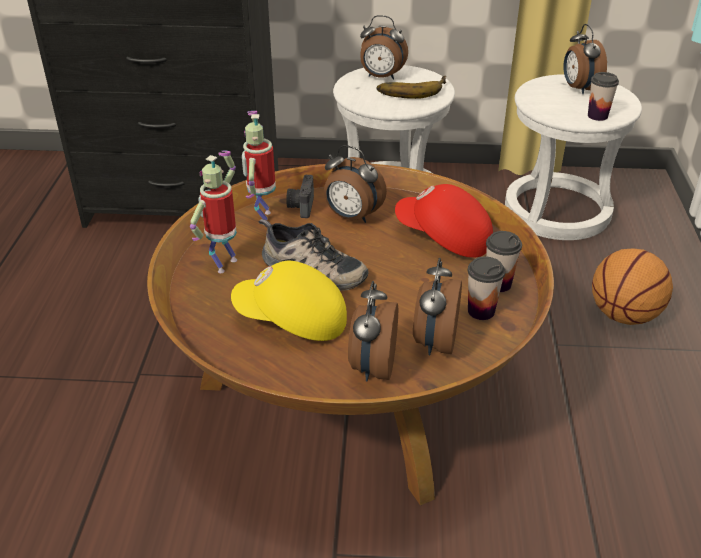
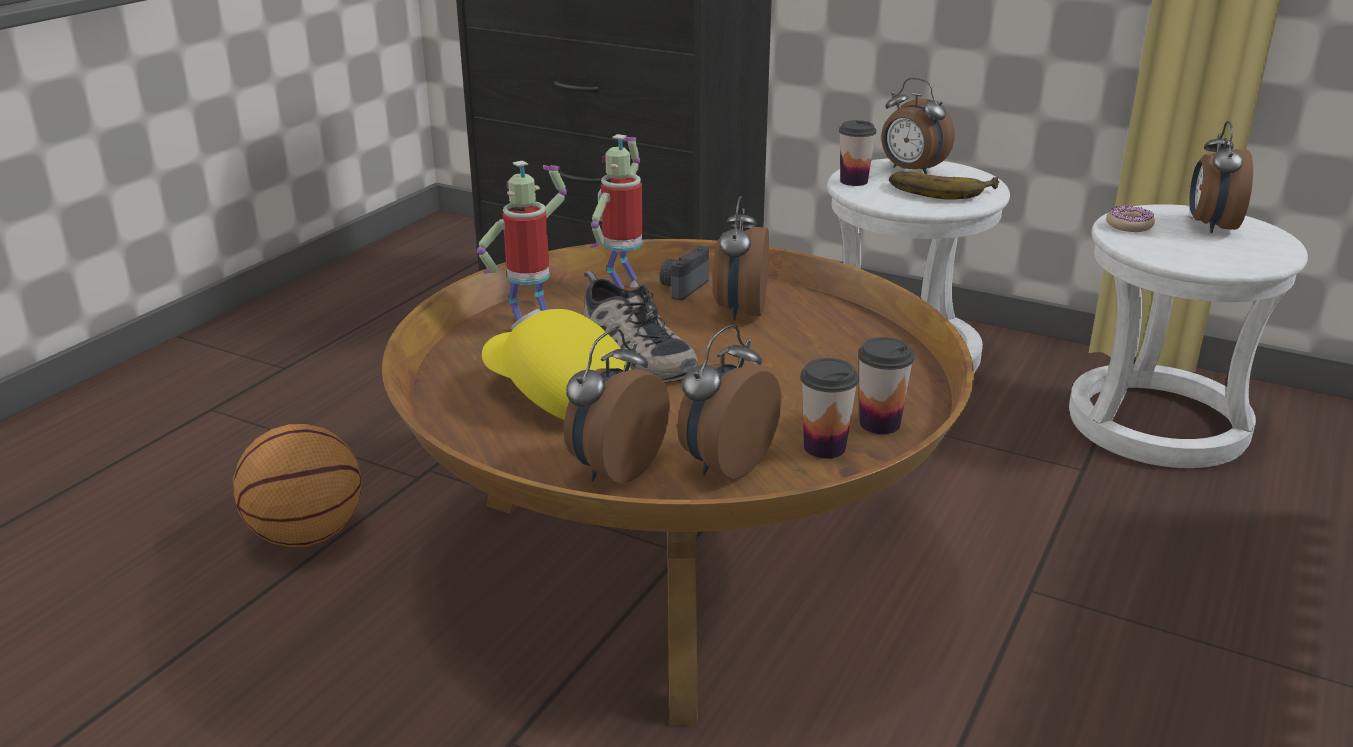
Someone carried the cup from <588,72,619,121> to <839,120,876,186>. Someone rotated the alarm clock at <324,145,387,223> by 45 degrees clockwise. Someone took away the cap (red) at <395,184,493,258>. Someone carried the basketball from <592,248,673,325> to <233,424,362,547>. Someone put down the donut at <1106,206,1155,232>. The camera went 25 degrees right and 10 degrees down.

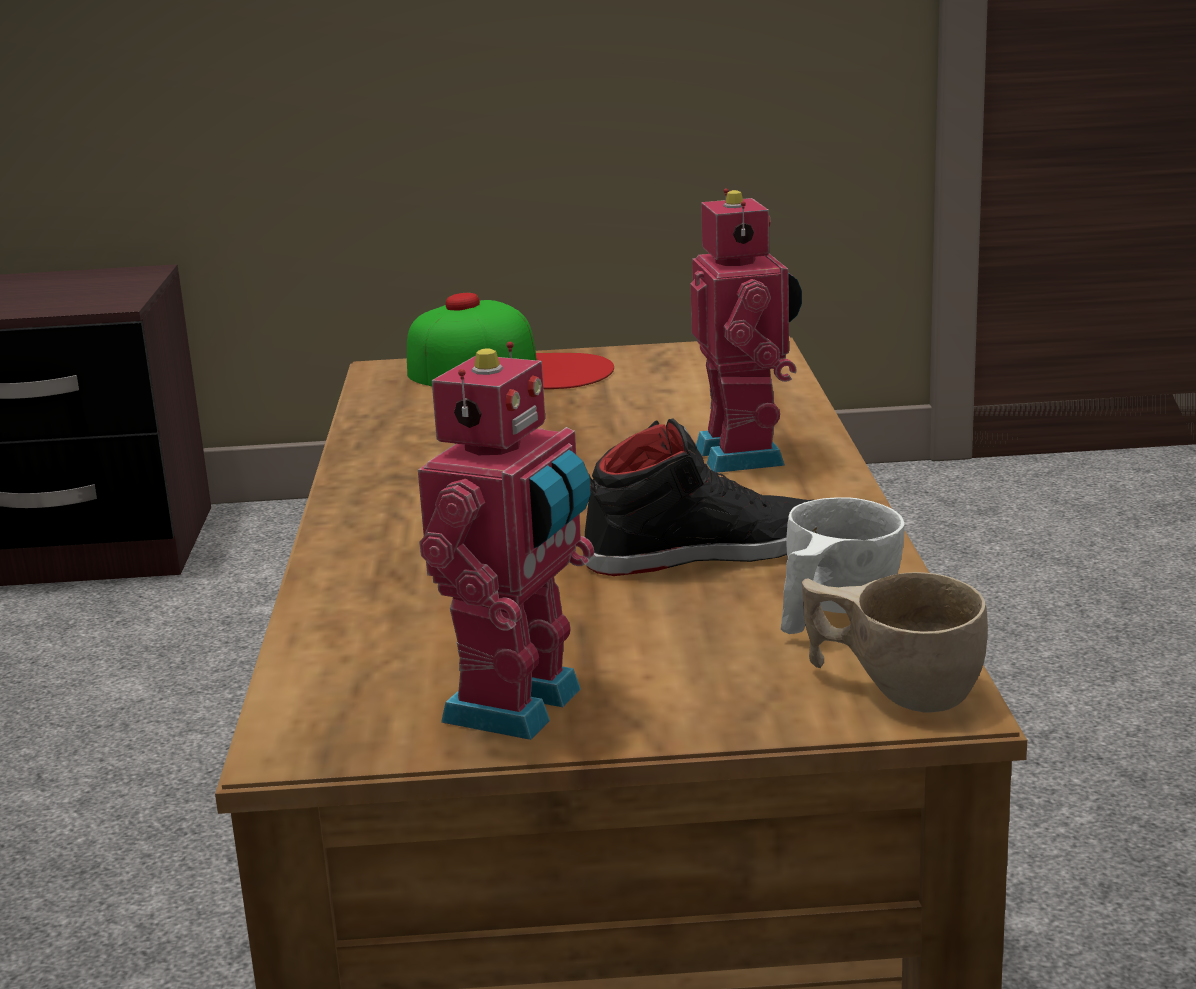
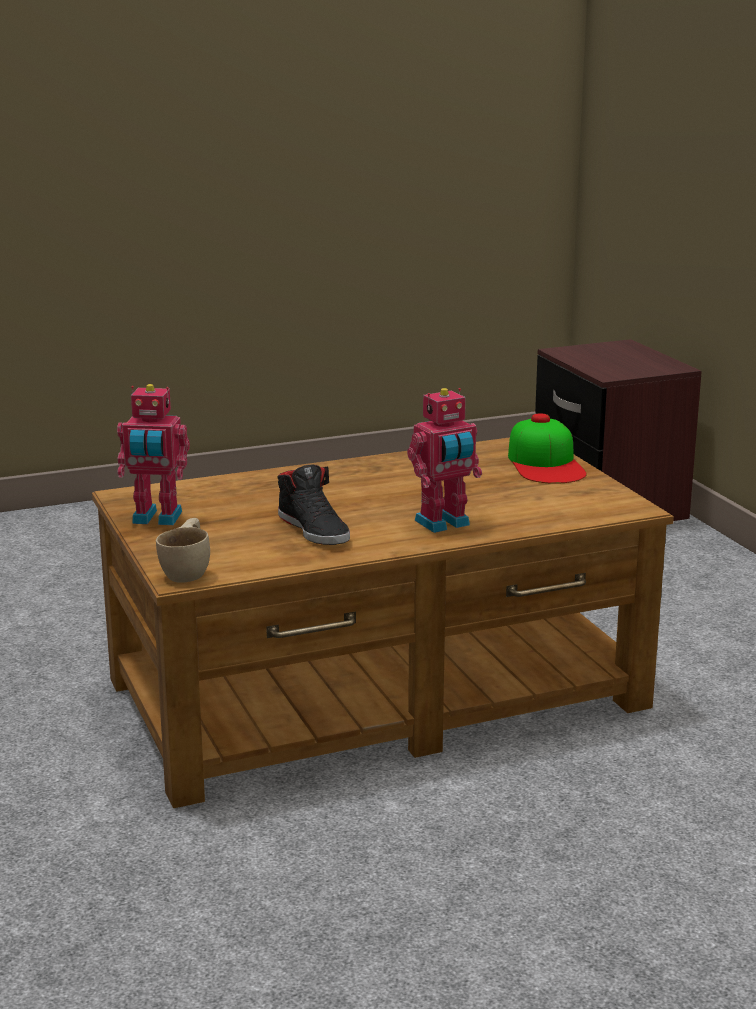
Someone took away the cup (white) at <781,497,904,634>. The camera went 70 degrees right and 0 degrees up.

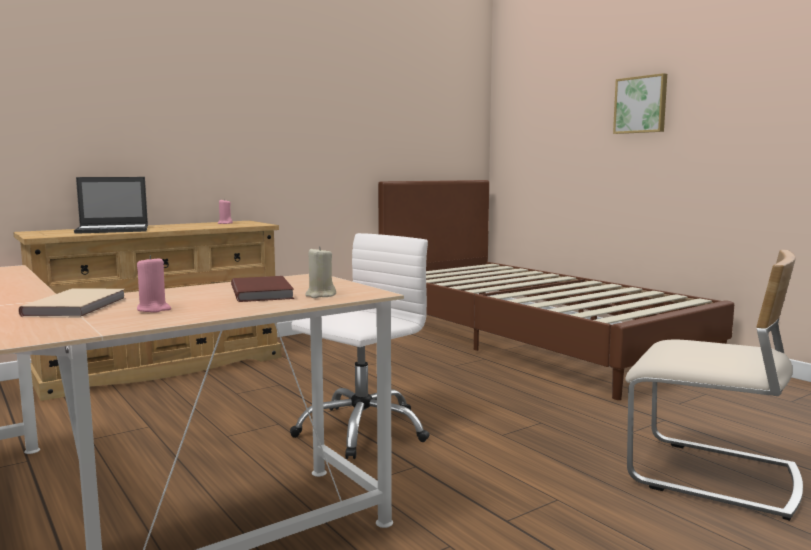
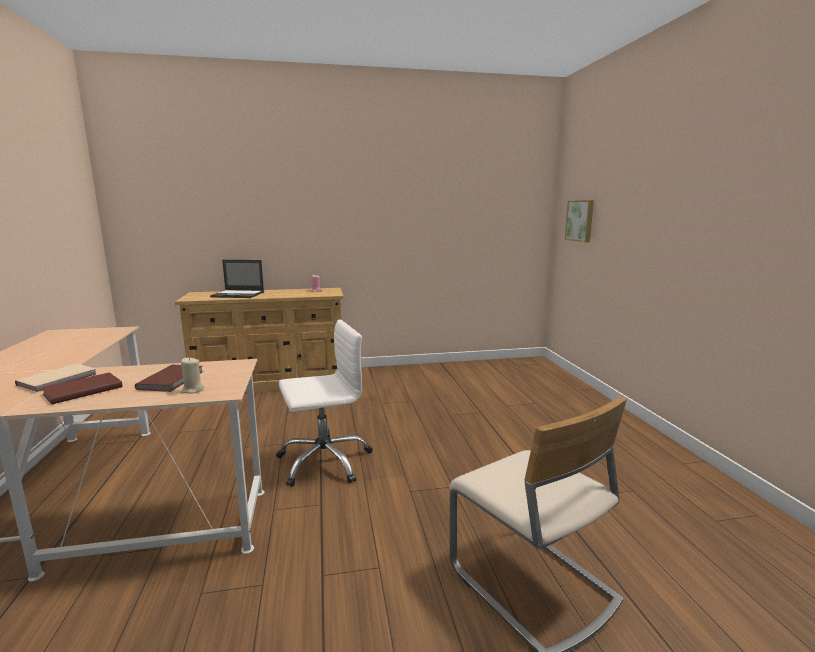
Someone carried the picture from <613,73,667,134> to <565,200,594,242>. Someone took away the bed (brown) at <378,180,734,400>. Someone swapped the candle (pink) at <137,255,171,313> for the book (brown) at <42,372,122,405>. The camera went 25 degrees right and 5 degrees up.

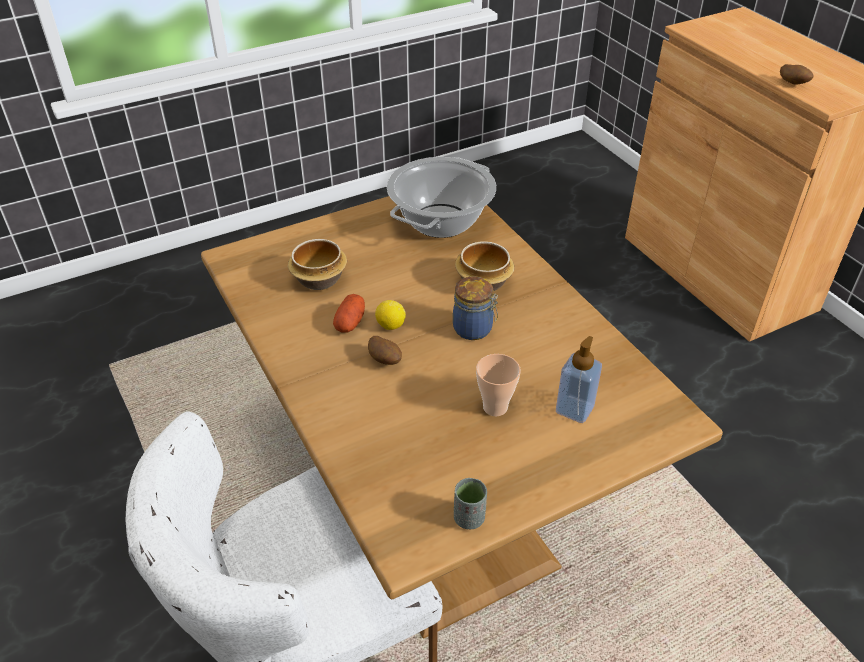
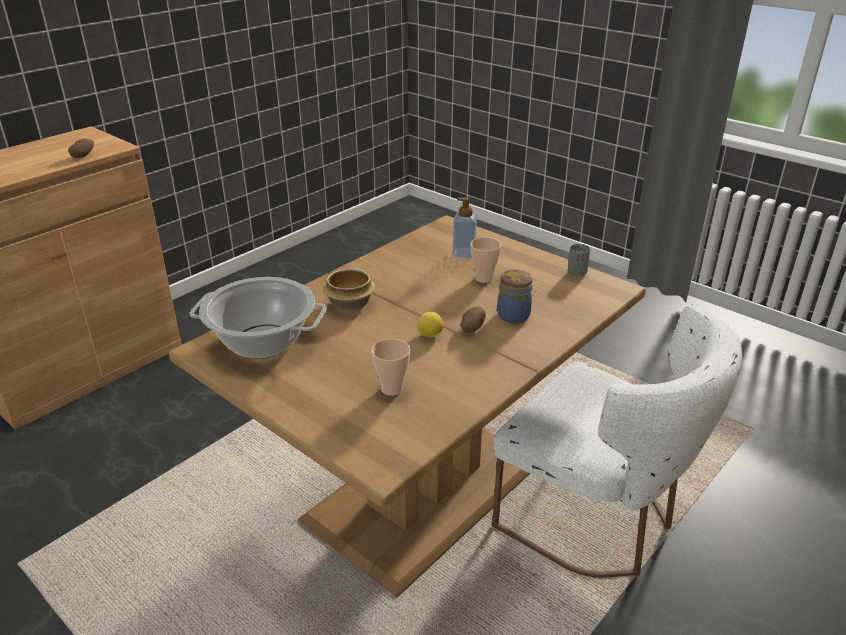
Someone swapped the bowl at <288,239,347,290> for the cup at <371,339,410,396>. Someone carried the jar from <453,276,498,340> to <497,269,533,324>. Someone took away the potato at <333,294,365,333>. The camera went 110 degrees left and 10 degrees down.

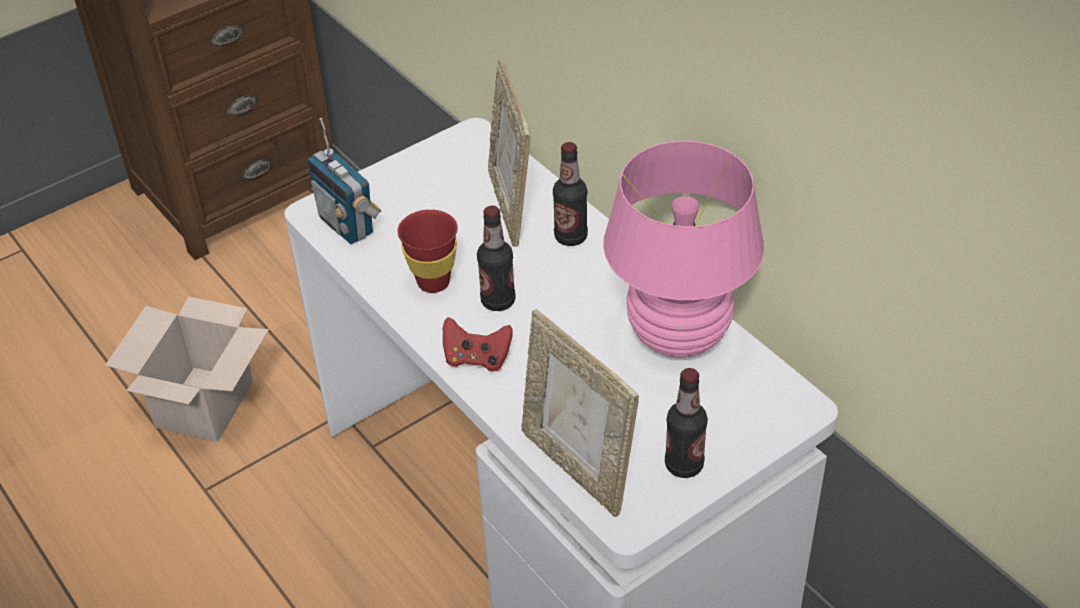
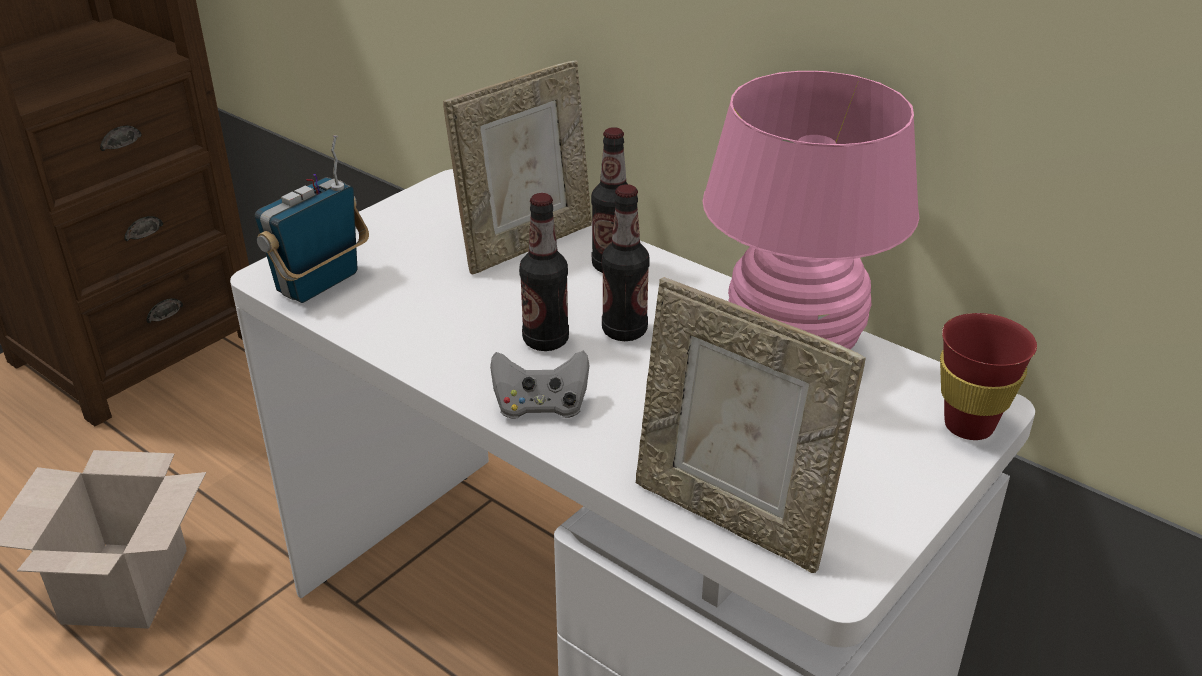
Someone rotated the picture frame at <488,59,530,247> by 105 degrees counterclockwise. Someone rotated the radio at <306,118,382,244> by 90 degrees clockwise. Someone carried the cup (red) from <397,209,458,293> to <940,313,1037,440>. Someone repainted the game controller (red) at <443,317,512,372>, which became the game controller (grey) at <490,351,590,419>. Someone carried the bottle from <665,368,708,478> to <602,184,650,341>. The camera went 15 degrees left and 10 degrees down.

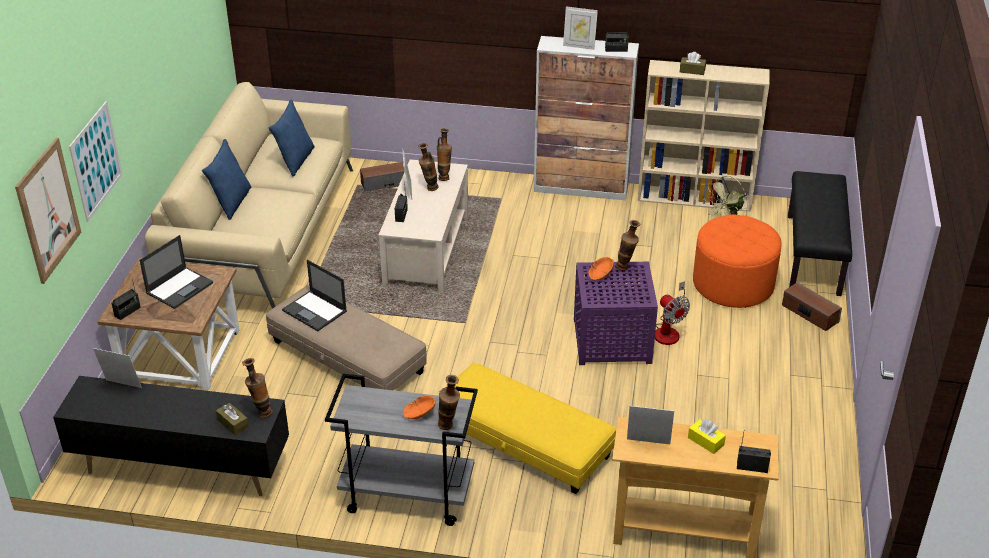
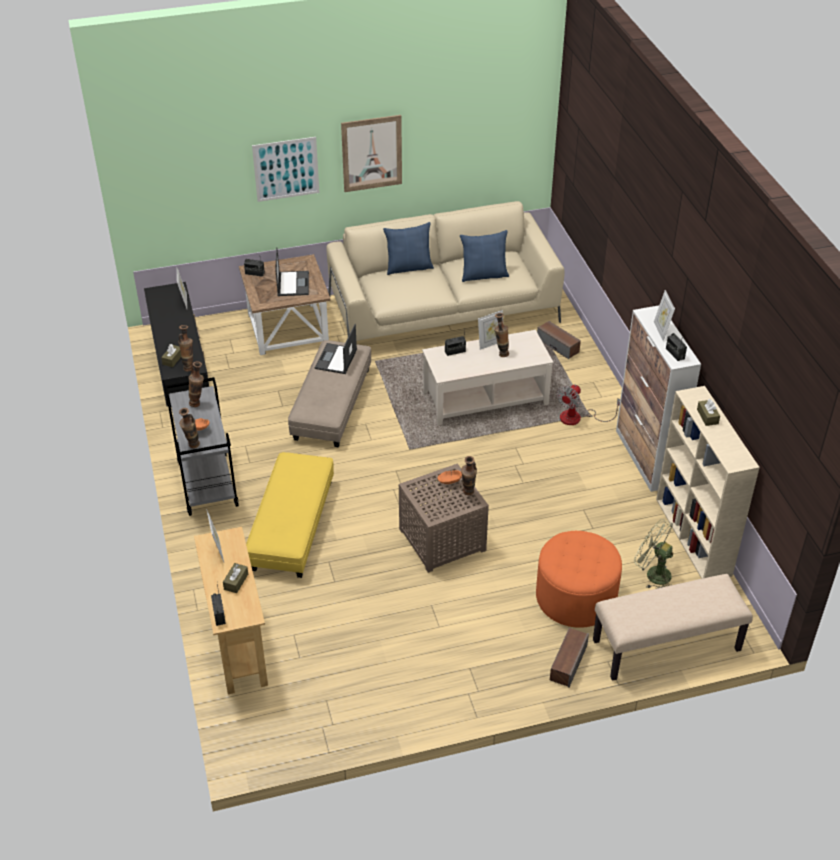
Someone carried the vase from <437,128,452,181> to <189,361,204,407>. Someone carried the picture from <15,138,81,284> to <341,115,402,192>. Someone repainted the bench (black) at <788,171,852,296>, which became the bench (beige) at <593,574,753,681>. Someone rotated the laptop at <140,235,213,309> by 105 degrees counterclockwise. Someone repainted the side table (purple) at <574,262,658,365>, which became the side table (brown) at <399,464,489,573>. Someone carried the fan from <655,281,690,345> to <557,385,620,425>. Someone repainted the tissue box (yellow) at <688,419,726,454>, which became the tissue box (brown) at <223,563,248,593>. The camera went 65 degrees right and 5 degrees up.

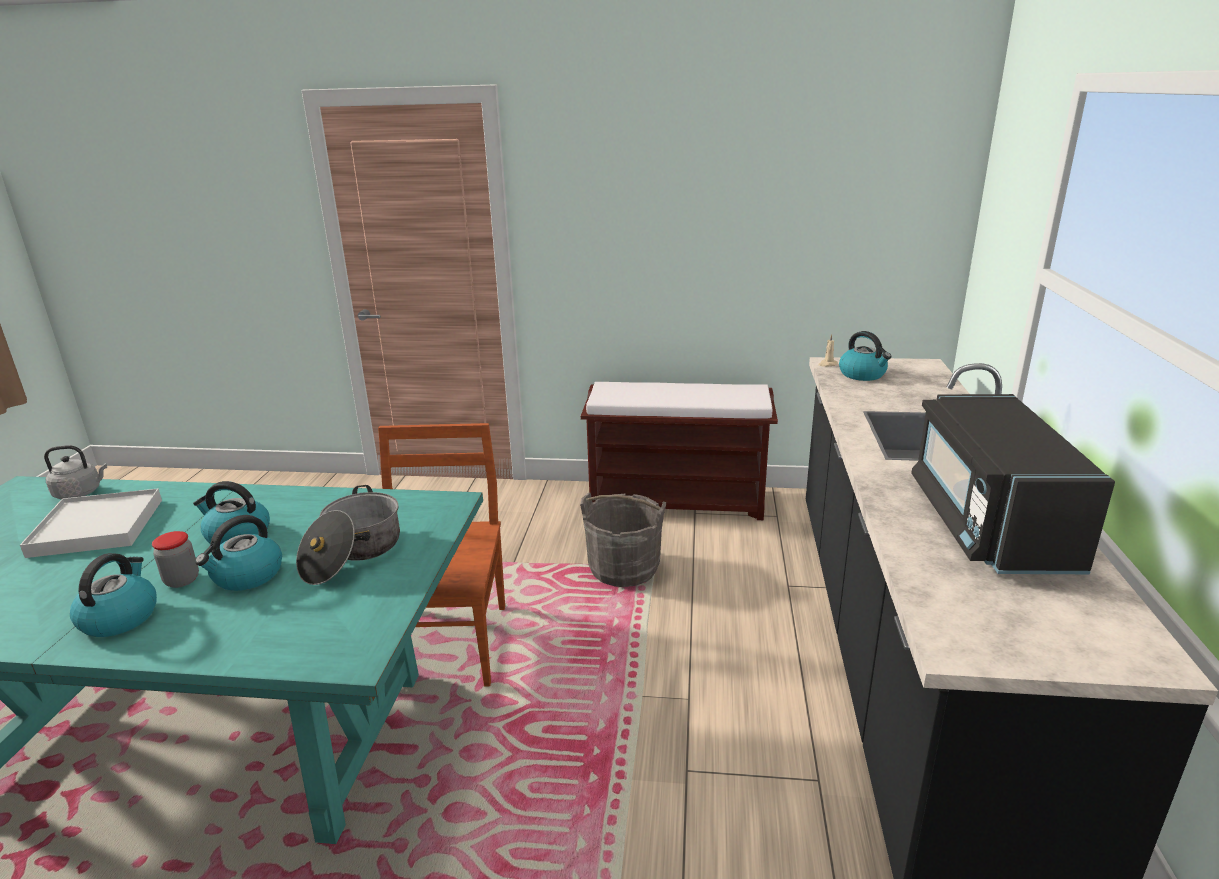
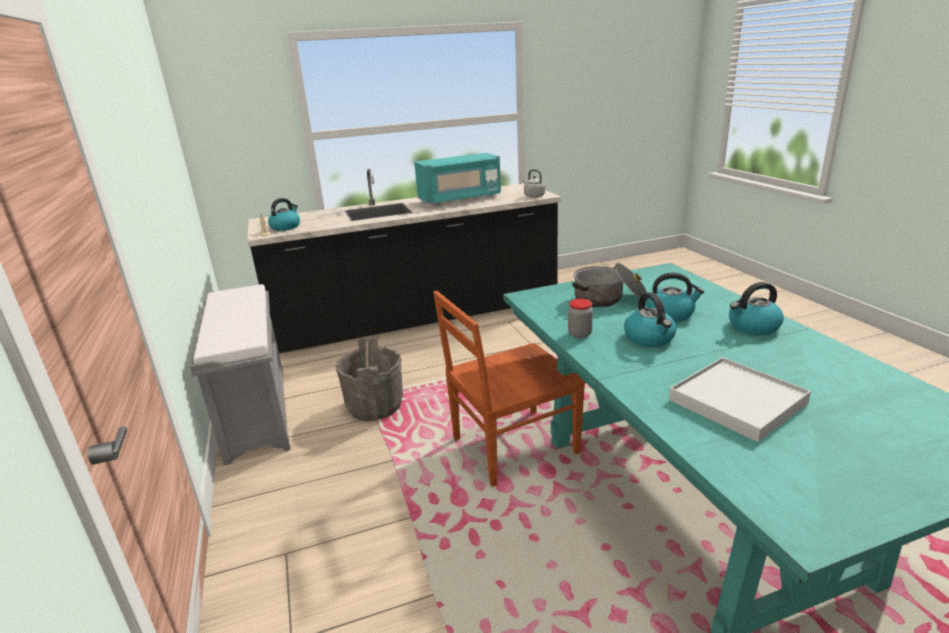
Someone repainted the bench (brown) at <581,382,778,520>, which became the bench (grey) at <190,284,290,465>. Someone repainted the microwave (black) at <911,394,1115,574>, which became the microwave (turquoise) at <414,153,501,205>. Someone carried the kettle (grey) from <44,445,107,499> to <523,170,545,198>. Someone carried the jar from <152,531,199,588> to <568,299,593,338>. The camera went 115 degrees left and 0 degrees up.

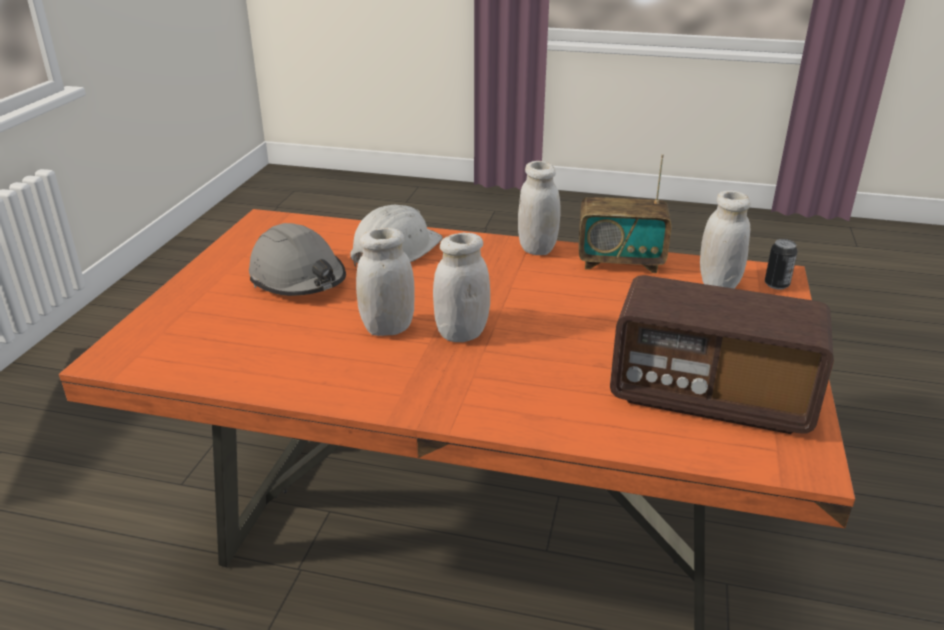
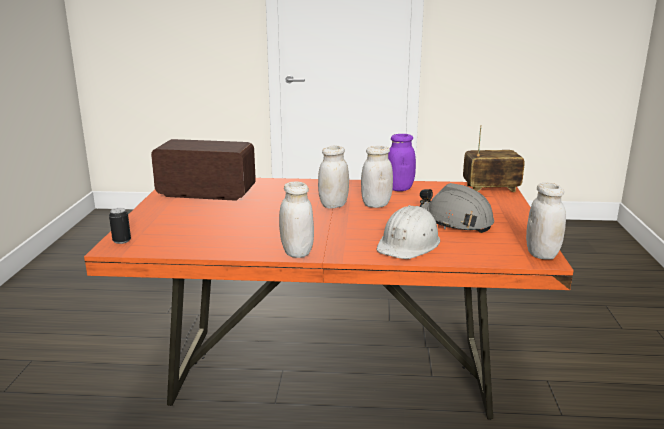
Someone carried the radio from <579,154,672,273> to <463,125,525,192>. Someone carried the jar (white) from <700,191,751,289> to <526,183,566,260>. Someone put down the jar (purple) at <388,134,416,191>. The camera went 170 degrees right and 10 degrees down.

